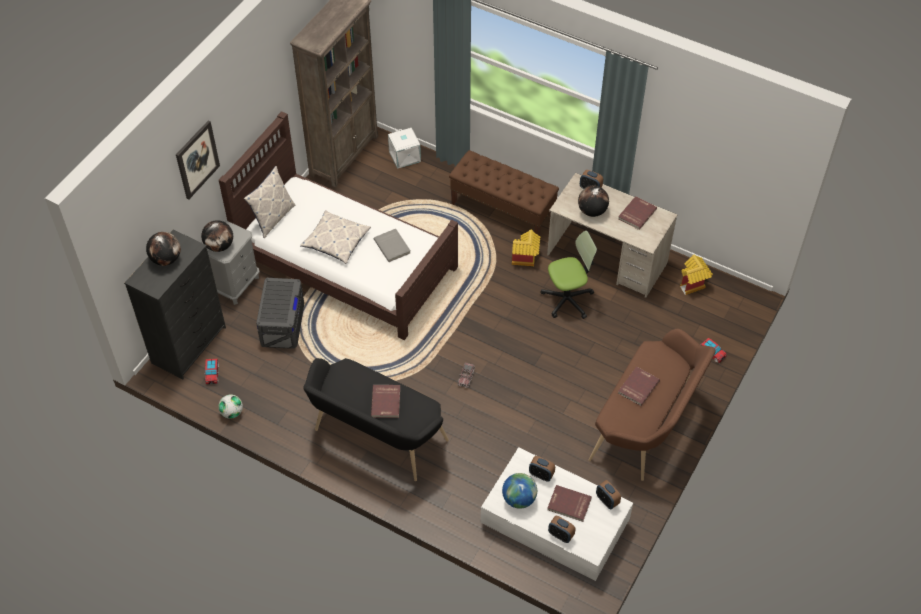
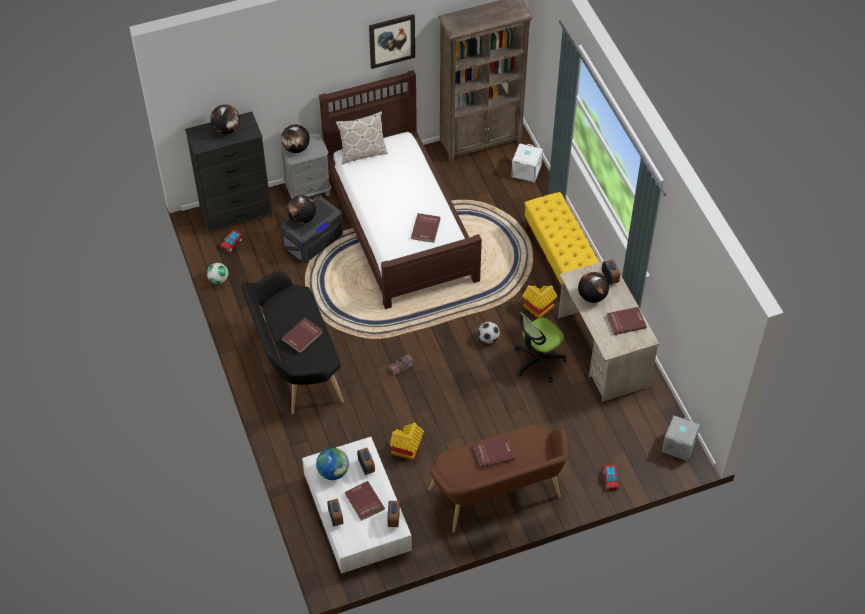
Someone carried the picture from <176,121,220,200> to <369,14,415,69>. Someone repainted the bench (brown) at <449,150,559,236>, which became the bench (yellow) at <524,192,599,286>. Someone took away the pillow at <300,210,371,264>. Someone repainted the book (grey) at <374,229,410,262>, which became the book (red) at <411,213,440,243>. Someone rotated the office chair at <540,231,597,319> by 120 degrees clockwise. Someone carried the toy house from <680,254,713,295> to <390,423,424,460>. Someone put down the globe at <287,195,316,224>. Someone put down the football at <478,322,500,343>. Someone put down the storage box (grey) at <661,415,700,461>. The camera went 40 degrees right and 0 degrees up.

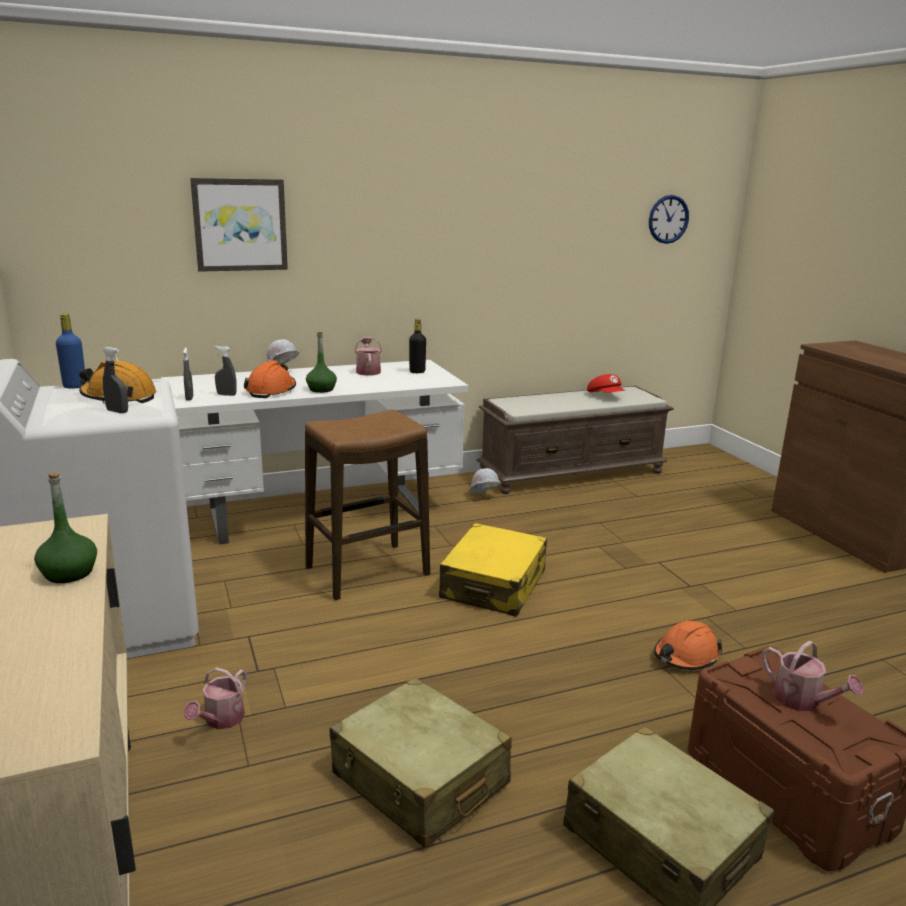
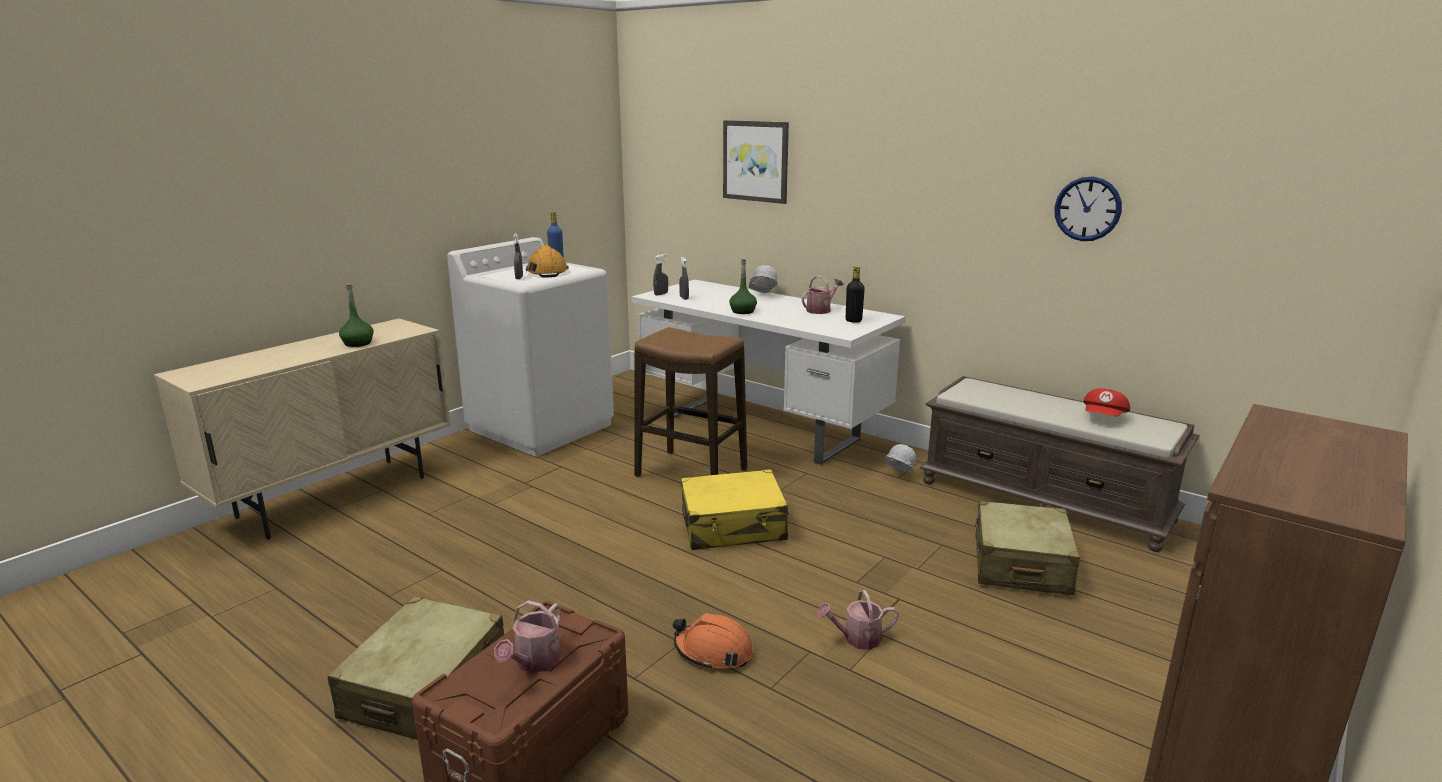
Someone carried the wall clock from <649,195,689,244> to <1054,176,1122,241>. Someone took away the hard hat (orange) at <244,360,296,398>. Someone carried the watering can from <184,667,247,729> to <817,590,899,650>. Someone carried the suitcase (beige) from <329,678,512,848> to <974,501,1080,595>. The camera went 60 degrees right and 0 degrees up.

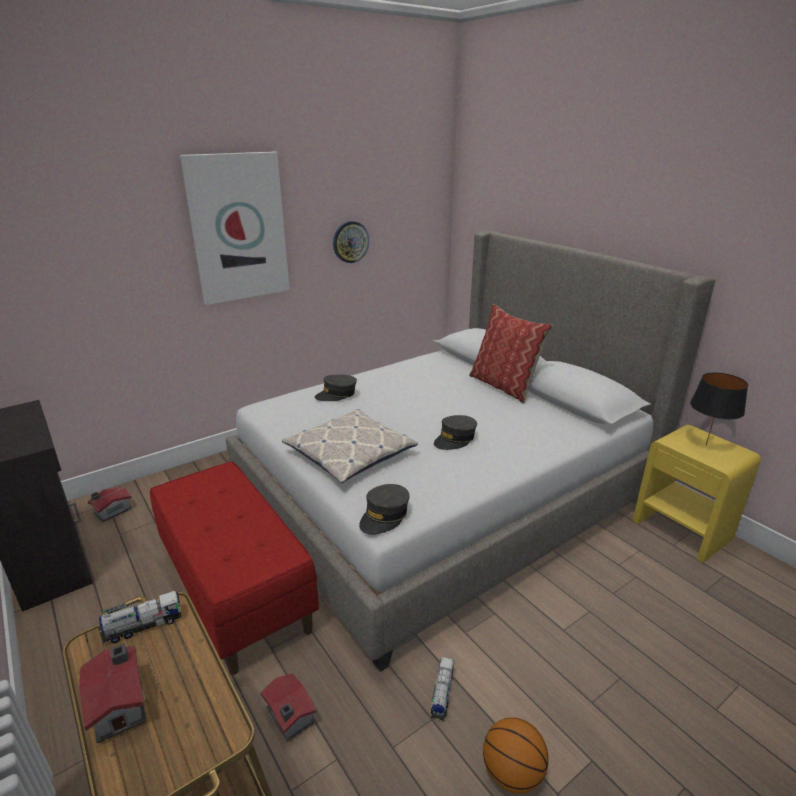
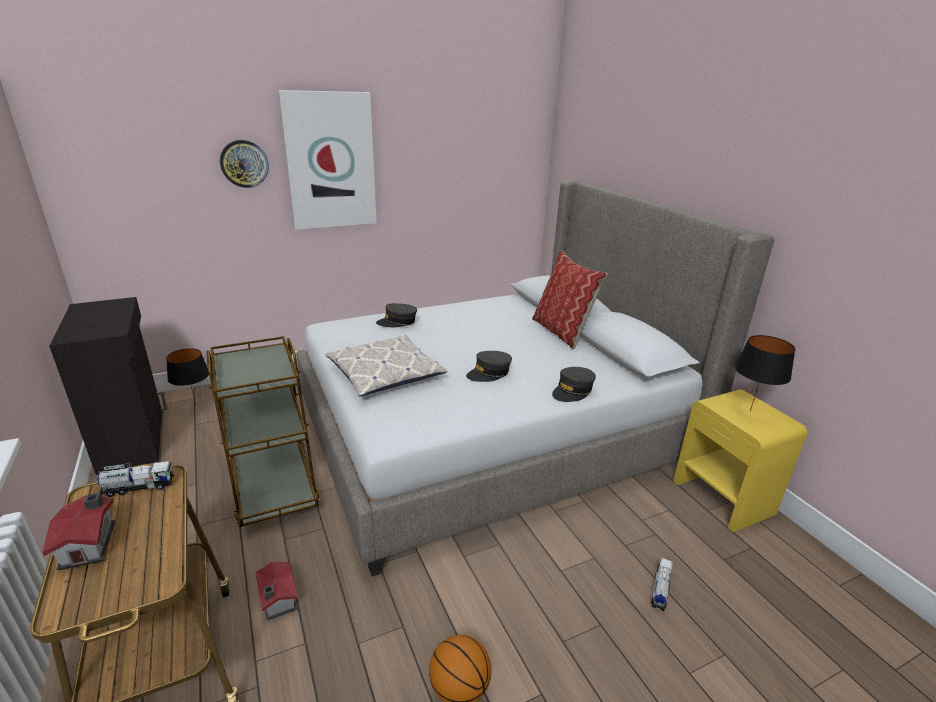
Someone carried the wall clock from <333,221,369,263> to <220,140,269,188>. Someone swapped the bench (red) at <150,461,319,675> for the cart (brown) at <207,336,320,527>. Someone carried the cap (grey) from <359,484,409,535> to <552,367,596,402>. Someone swapped the toy house at <87,487,132,522> for the table lamp (black) at <166,348,209,405>. Someone carried the toy truck from <431,657,454,721> to <651,558,673,611>. The camera went 10 degrees right and 0 degrees up.

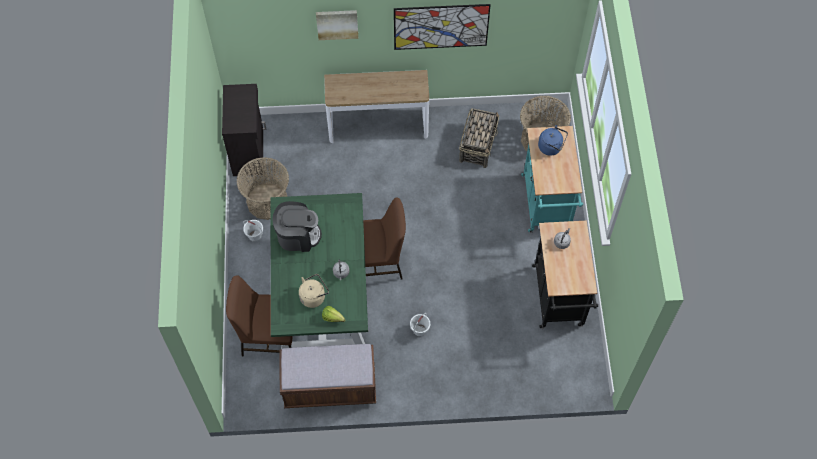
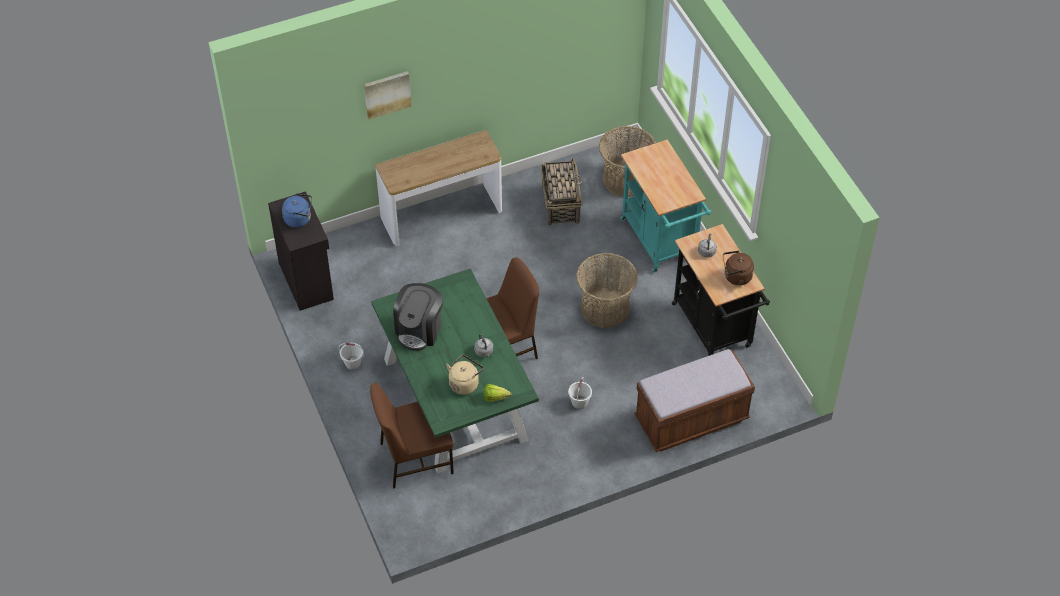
Someone took away the picture at <394,4,491,50>. Someone carried the kettle (blue) from <538,125,568,156> to <282,193,312,228>. Someone carried the basket from <236,157,289,220> to <576,253,638,328>. Someone rotated the coffee machine at <272,201,322,252> by 135 degrees clockwise. Someone carried the bench (brown) from <279,344,376,408> to <634,349,755,452>. Someone put down the kettle (brown) at <723,250,754,285>. The camera went 20 degrees left and 10 degrees down.

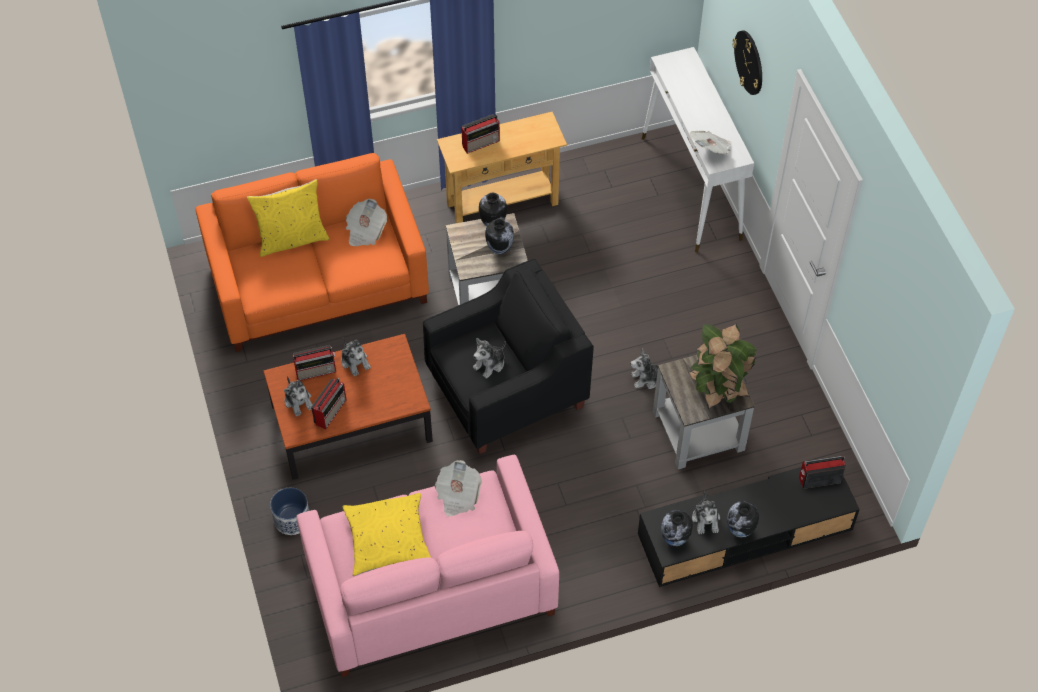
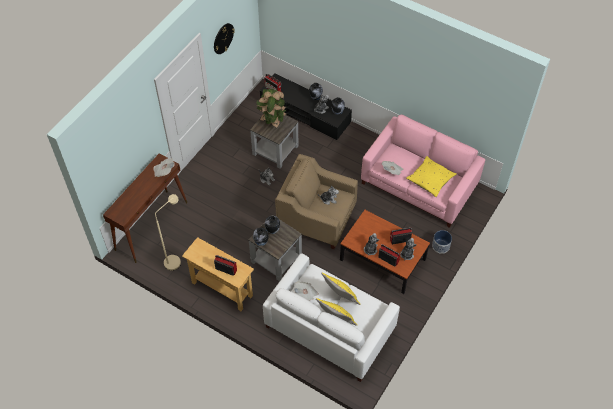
Someone carried the wall clock from <732,30,762,95> to <214,23,235,54>. Someone repainted the console table (white) at <642,47,754,253>, which became the console table (brown) at <103,153,187,263>. Someone repainted the sofa (orange) at <195,153,429,352>, which became the sofa (white) at <263,253,400,382>. Someone repainted the armchair (black) at <423,259,594,454>, which became the armchair (beige) at <275,154,358,249>. Someone put down the floor lamp (beige) at <155,194,181,271>. Someone put down the pillow (yellow) at <321,272,361,305>. The camera went 130 degrees left and 0 degrees up.

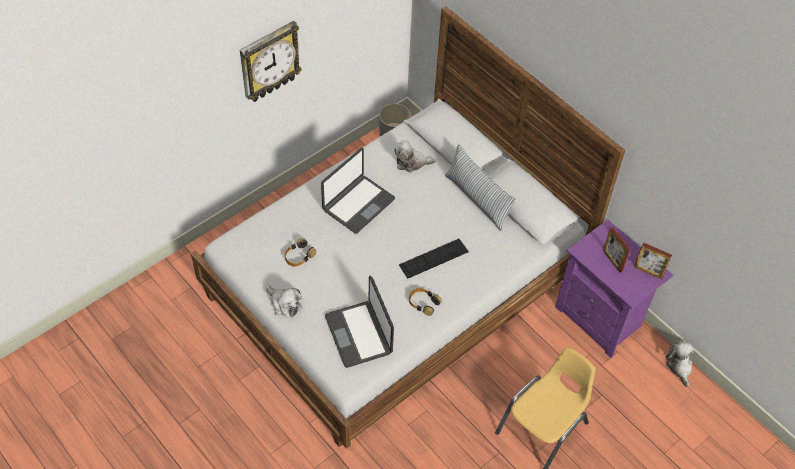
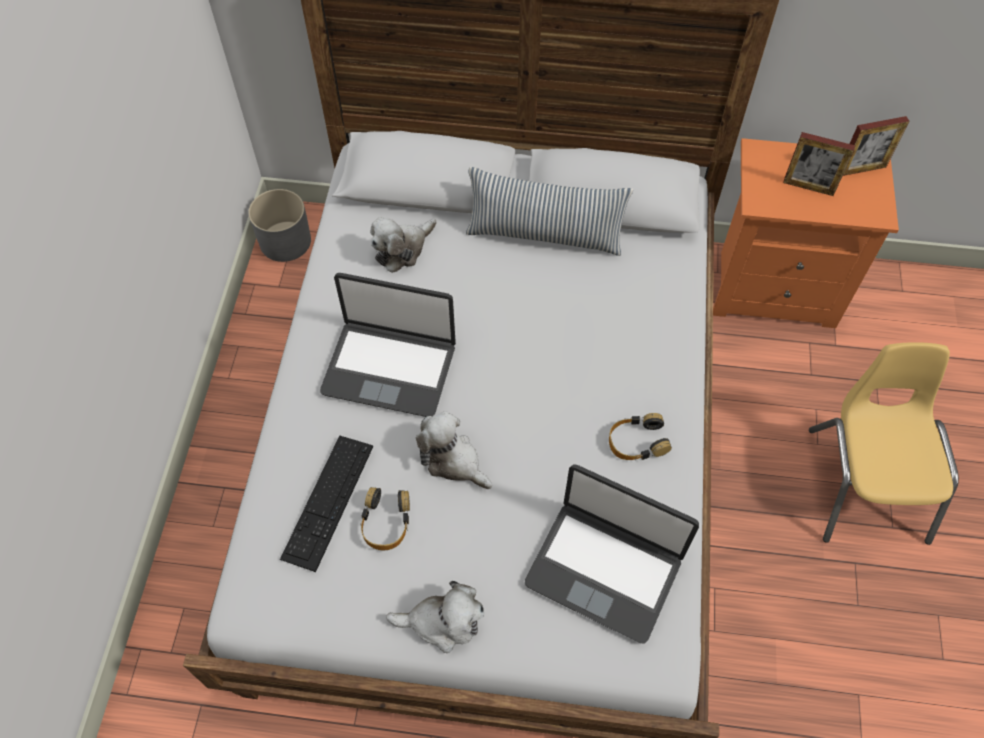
Someone took away the wall clock at <240,21,302,102>. Someone rotated the laptop at <321,148,395,234> by 105 degrees clockwise. Someone repainted the nightstand (purple) at <555,220,673,358>, which became the nightstand (orange) at <713,138,899,328>. Someone carried the keyboard from <399,239,469,279> to <280,435,373,572>. Someone carried the plush toy from <666,341,694,387> to <416,411,492,489>. The camera went 40 degrees left and 5 degrees up.

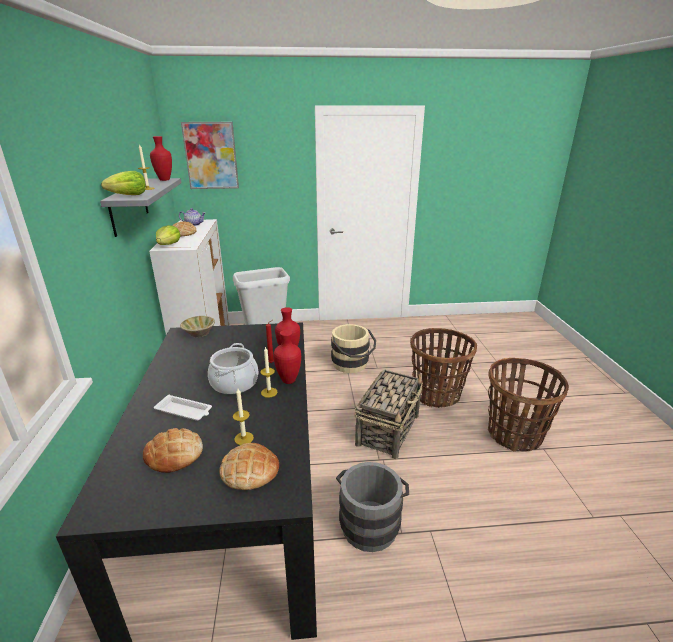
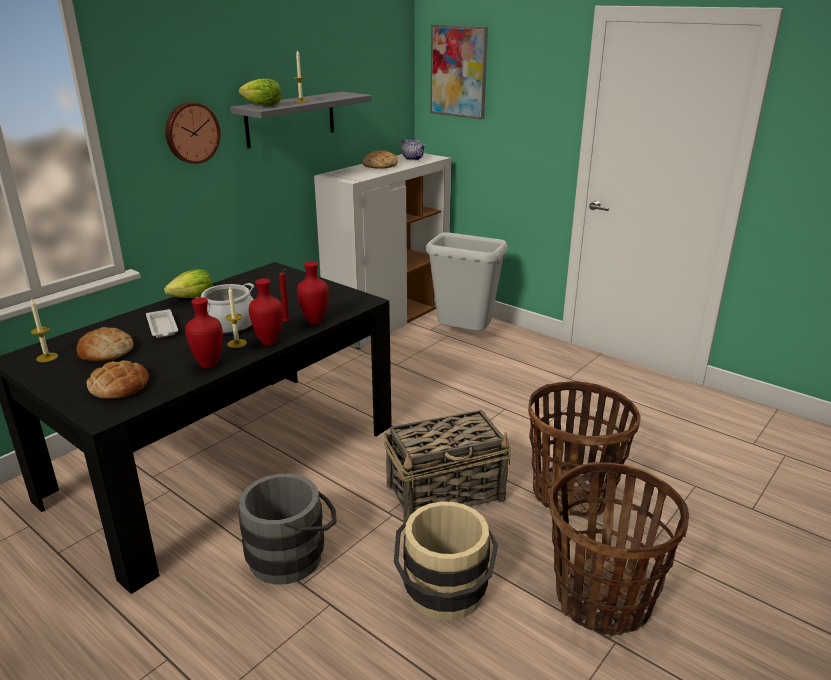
Someone carried the vase (red) from <150,136,172,181> to <185,297,223,368>. Someone carried the lettuce from <156,225,181,245> to <164,269,213,298>. Someone took away the bowl (beige) at <180,316,215,337>. Someone carried the bucket (beige) from <331,324,376,373> to <394,502,498,621>. Someone carried the candle from <233,389,254,445> to <30,298,58,362>. Someone put up the wall clock at <165,102,221,164>. The camera went 45 degrees right and 0 degrees up.

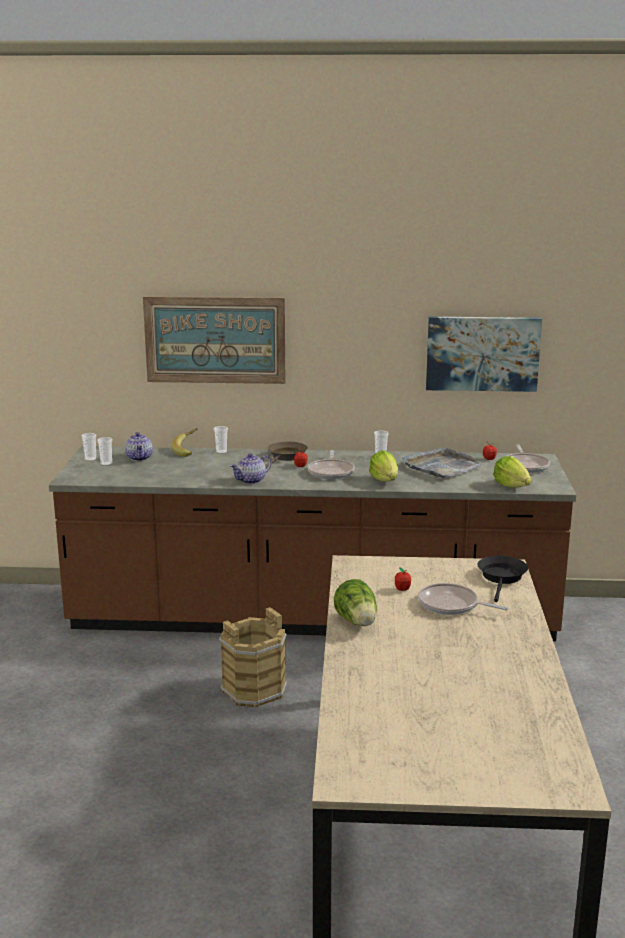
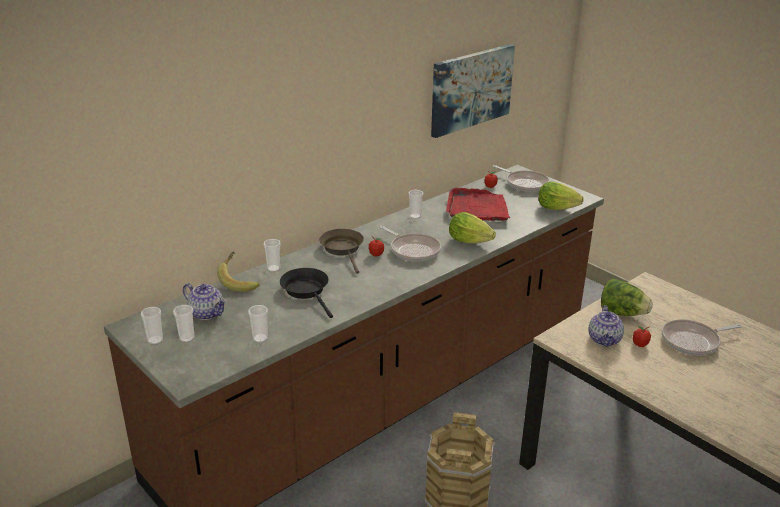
Someone took away the picture at <143,296,286,384>. Someone repainted the tray (grey) at <402,448,483,478>, which became the tray (red) at <446,188,510,221>. Someone carried the teapot from <230,453,271,484> to <588,305,624,347>. Someone carried the frying pan (black) from <477,556,528,602> to <280,268,333,318>. Someone carried the lettuce from <334,579,377,626> to <601,279,653,316>. Someone put down the cup at <248,305,268,343>. The camera went 45 degrees left and 10 degrees up.

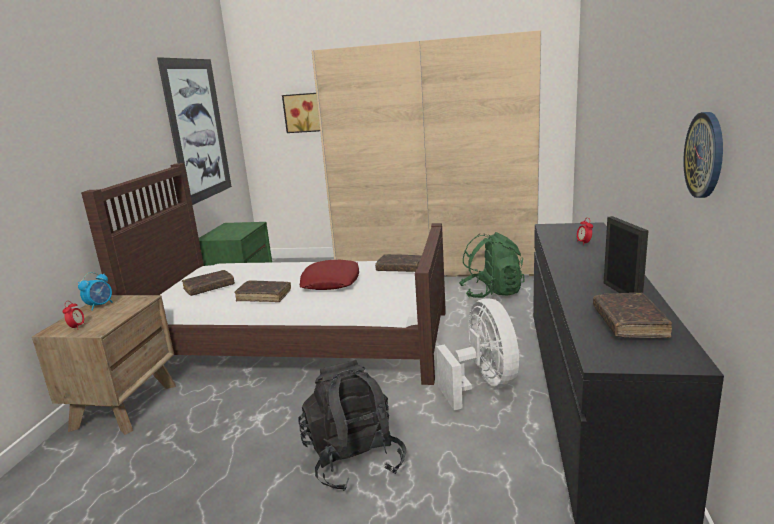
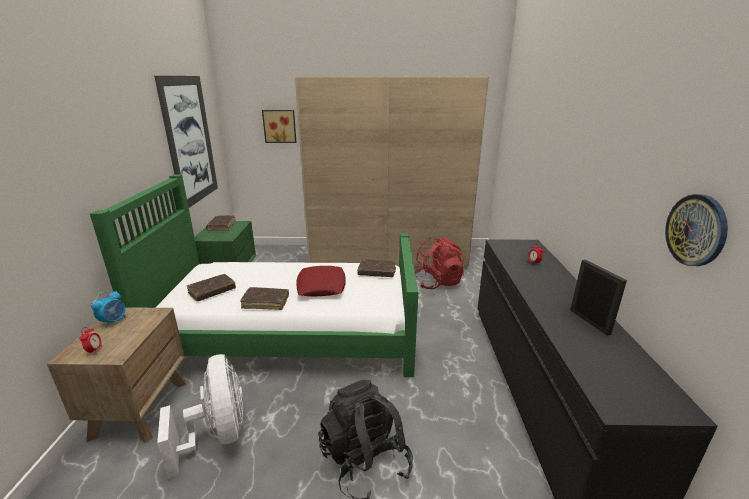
Someone repainted the bed (brown) at <81,163,446,385>, which became the bed (green) at <90,174,418,377>. Someone repainted the backpack (green) at <459,232,525,298>, which became the backpack (red) at <415,237,464,289>. Someone carried the book (brown) from <593,293,672,338> to <206,215,236,231>. Someone carried the fan (white) from <436,299,519,410> to <157,354,243,478>. The camera went 10 degrees left and 5 degrees up.

